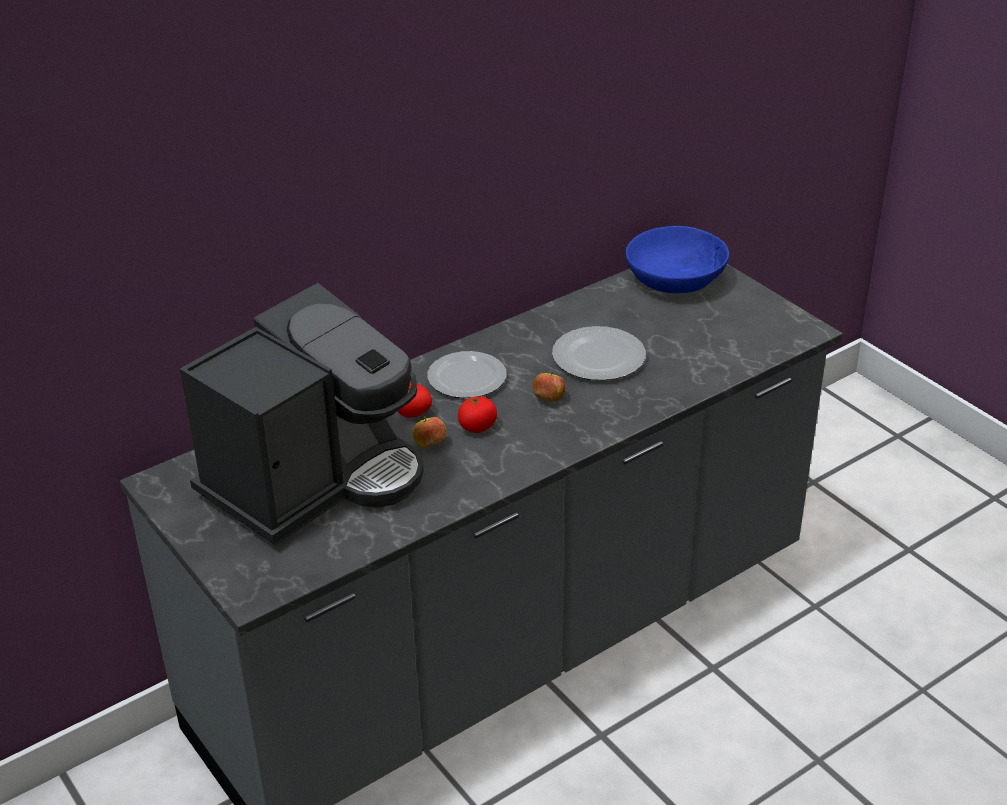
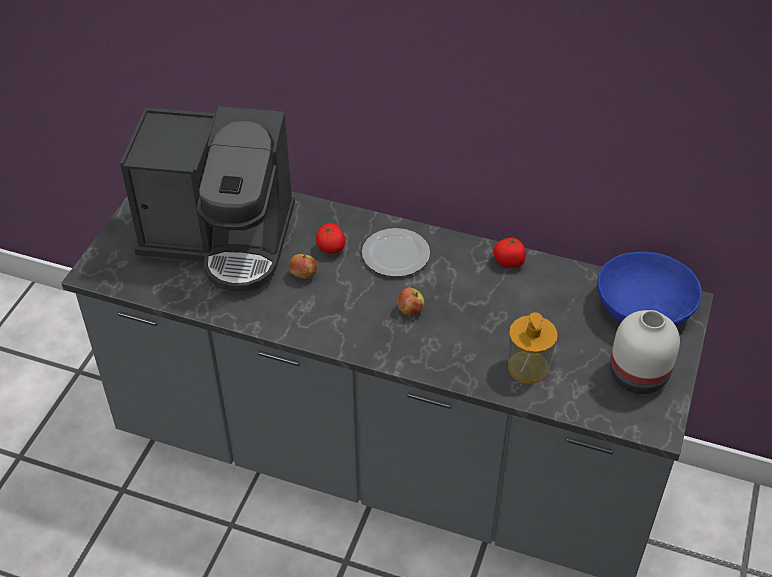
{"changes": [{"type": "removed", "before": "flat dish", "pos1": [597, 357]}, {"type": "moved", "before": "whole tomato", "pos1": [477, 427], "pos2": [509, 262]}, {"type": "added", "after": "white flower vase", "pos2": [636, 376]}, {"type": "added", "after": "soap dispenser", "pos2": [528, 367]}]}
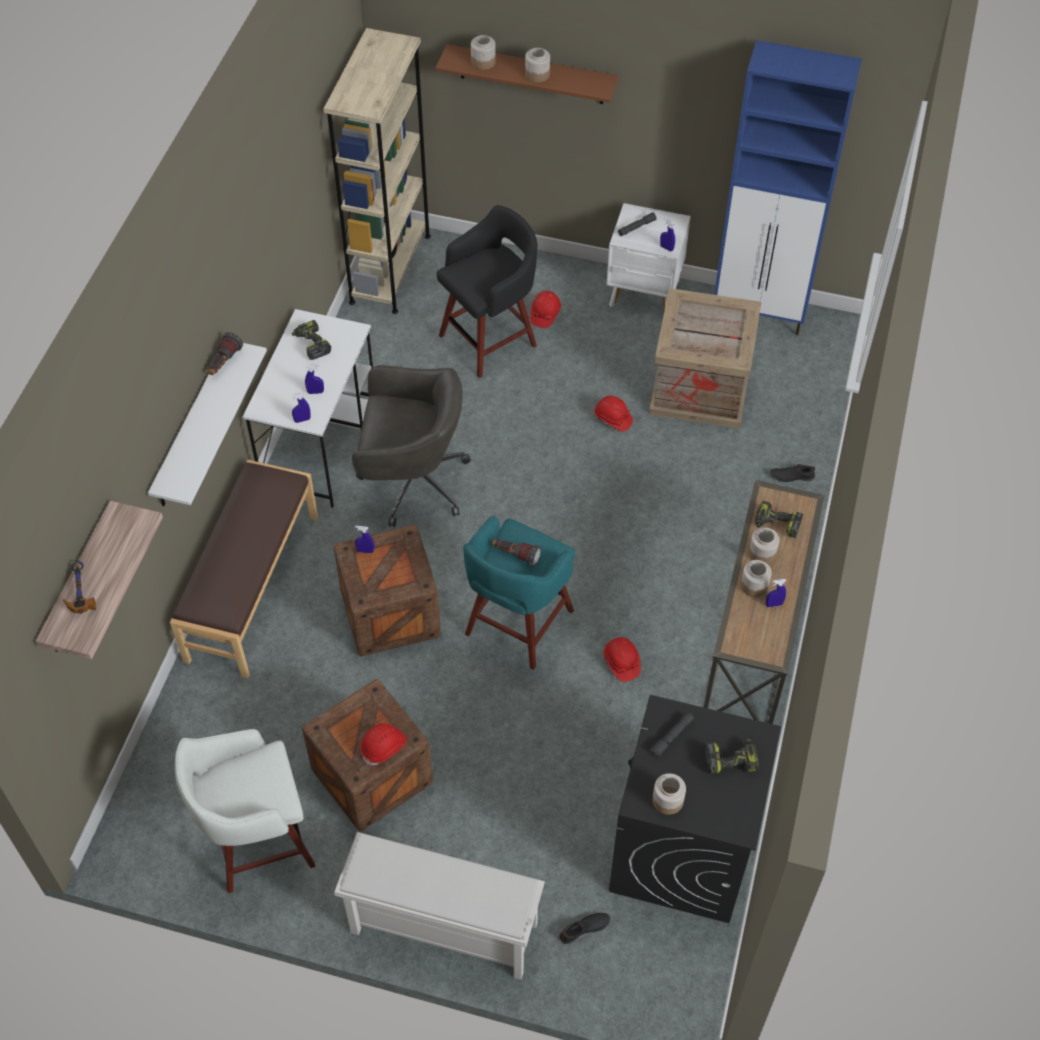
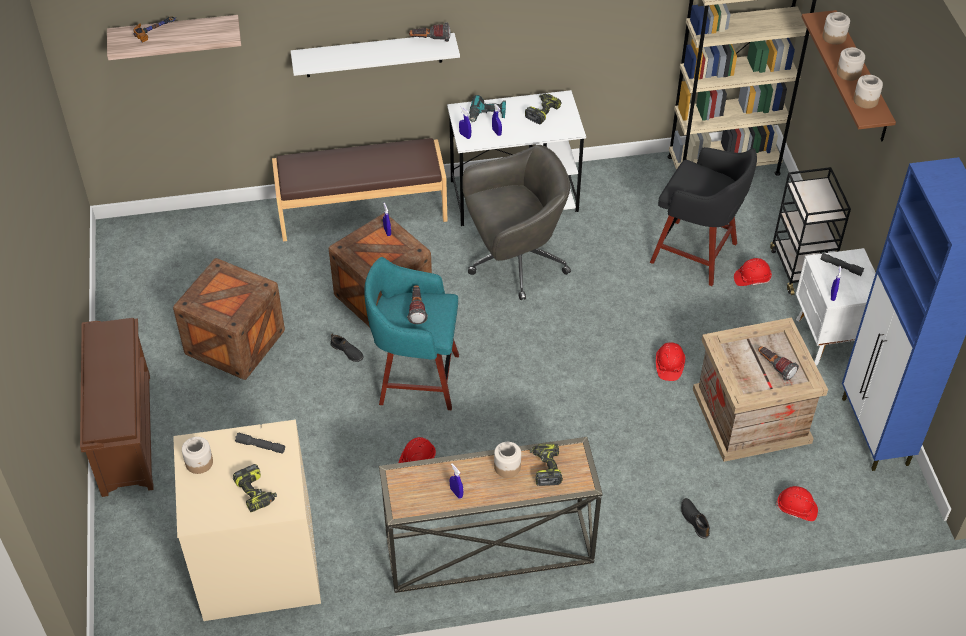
{"changes": [{"type": "turned", "before": "grey computer chair", "pos1": [412, 482], "pos2": [515, 262], "turn": -90}, {"type": "moved", "before": "storage jar", "pos1": [754, 585], "pos2": [865, 100]}, {"type": "recoloured", "before": "black laundry appliance", "after": "sand-coloured laundry appliance", "pos1": [682, 850], "pos2": [257, 565]}, {"type": "moved", "before": "reddish hard hat", "pos1": [383, 747], "pos2": [796, 509]}, {"type": "removed", "before": "white sitting stool", "pos1": [257, 842]}, {"type": "recoloured", "before": "white shoe shelf", "after": "brownish shoe shelf", "pos1": [442, 928], "pos2": [125, 432]}, {"type": "moved", "before": "black shoe", "pos1": [584, 929], "pos2": [347, 352]}, {"type": "added", "after": "power drill", "pos2": [487, 115]}, {"type": "added", "after": "black cart", "pos2": [800, 267]}, {"type": "added", "after": "flashlight", "pos2": [774, 367]}]}
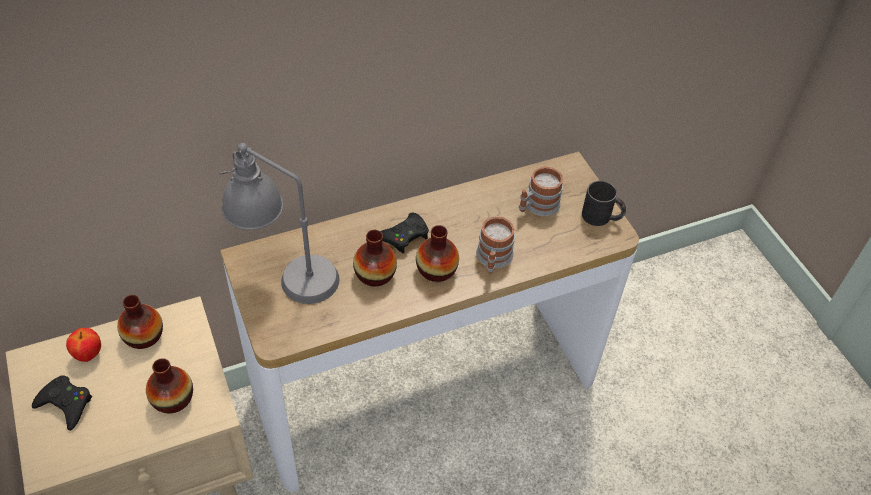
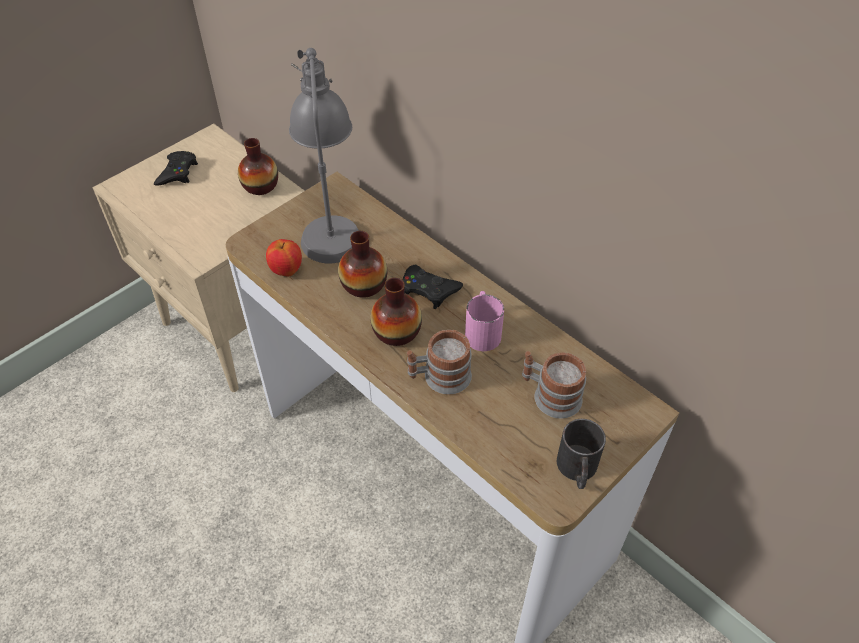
{"changes": [{"type": "moved", "before": "whole apple", "pos1": [88, 354], "pos2": [286, 271]}, {"type": "removed", "before": "flower vase", "pos1": [173, 398]}, {"type": "added", "after": "pinkish mug", "pos2": [482, 330]}]}
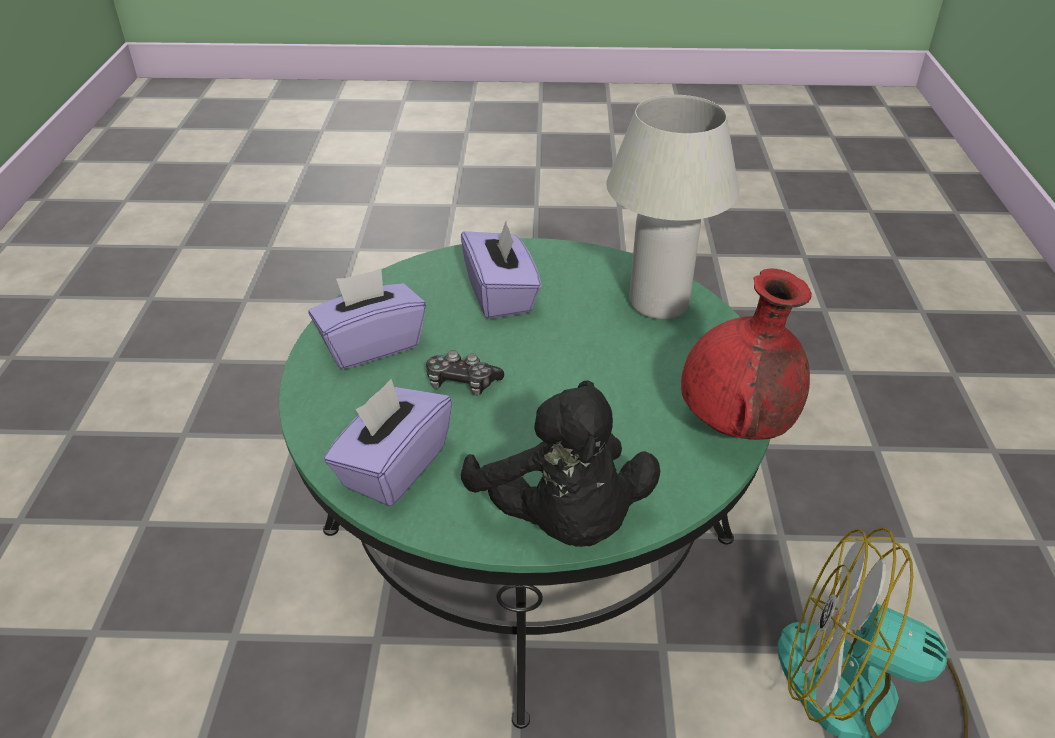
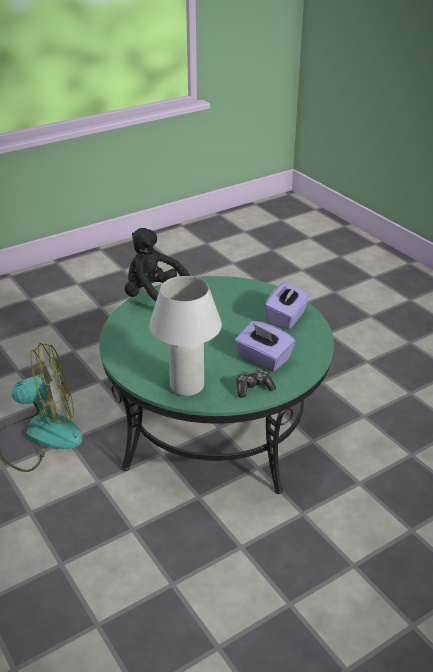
{"changes": [{"type": "removed", "before": "reddish flower vase", "pos1": [736, 427]}, {"type": "moved", "before": "gamepad", "pos1": [462, 382], "pos2": [253, 388]}, {"type": "removed", "before": "purple-coloured box of tissues", "pos1": [393, 467]}]}
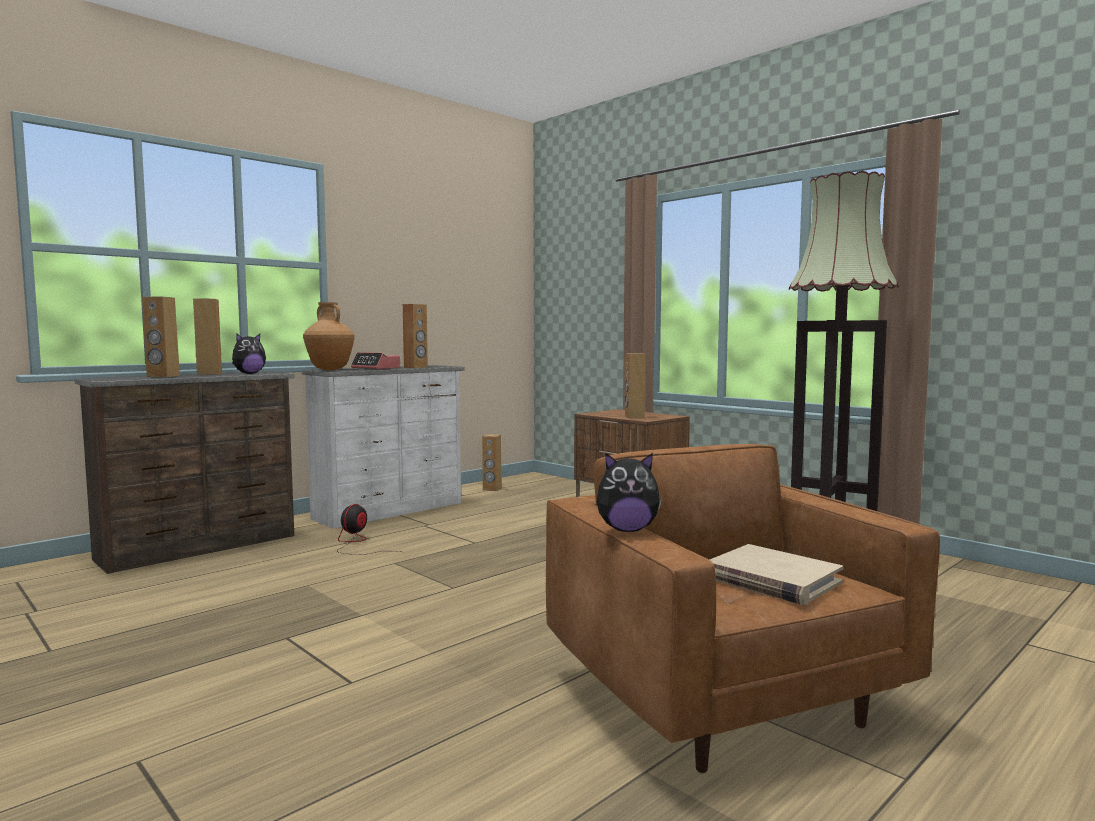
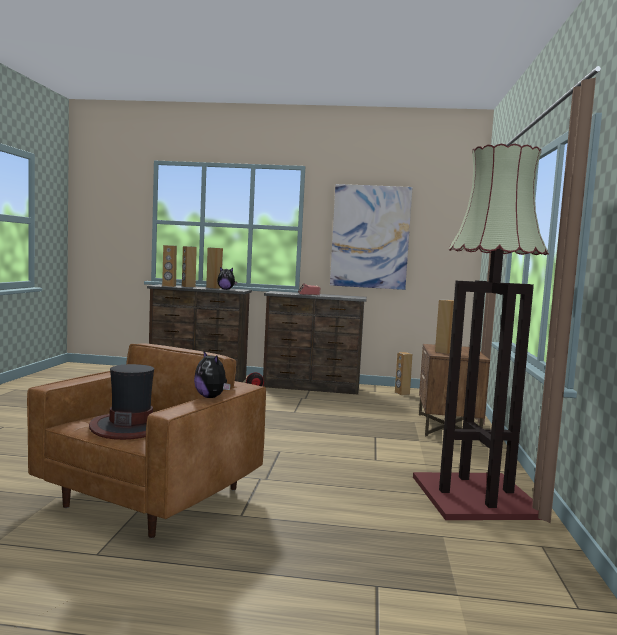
{"changes": [{"type": "removed", "before": "brownish flower vase", "pos1": [330, 369]}, {"type": "moved", "before": "brownish loudspeaker", "pos1": [416, 367], "pos2": [169, 286]}, {"type": "recoloured", "before": "white dresser", "after": "brownish dresser", "pos1": [391, 511], "pos2": [312, 387]}, {"type": "moved", "before": "plush toy", "pos1": [627, 530], "pos2": [211, 397]}, {"type": "replaced", "before": "sand-coloured volume", "after": "wearable hat", "pos1": [772, 580], "pos2": [131, 427]}, {"type": "added", "after": "wall picture", "pos2": [370, 237]}]}
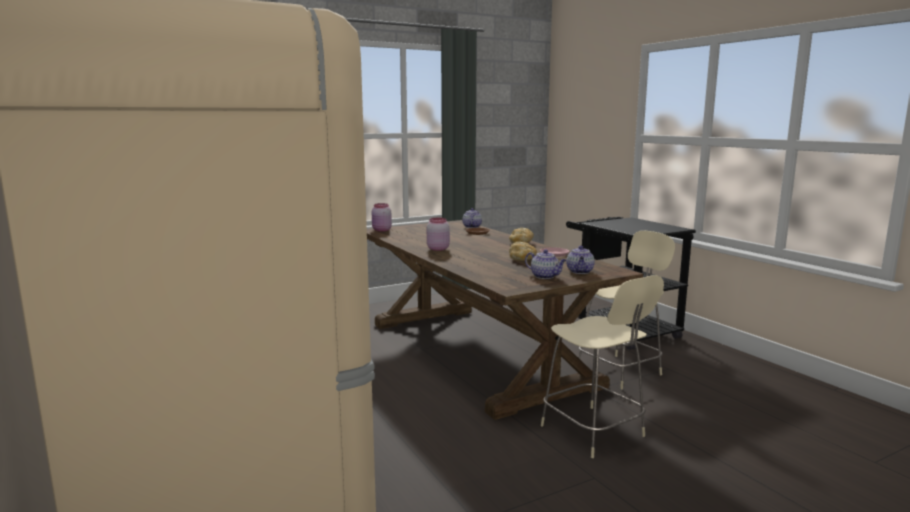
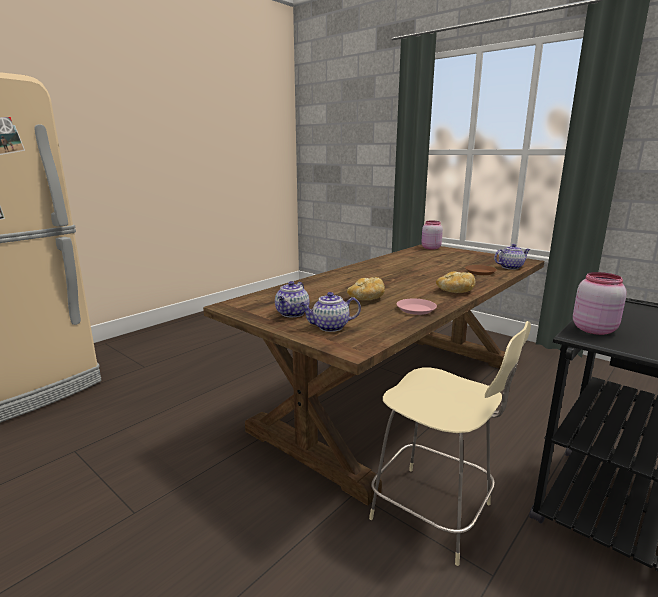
{"changes": [{"type": "moved", "before": "pinkish storage jar", "pos1": [437, 249], "pos2": [593, 329]}, {"type": "removed", "before": "sand-coloured plain chair", "pos1": [594, 432]}]}
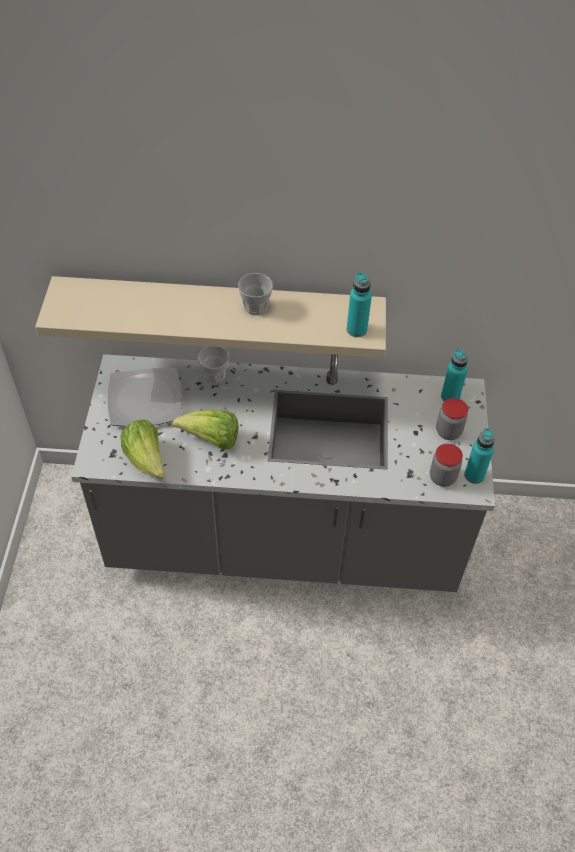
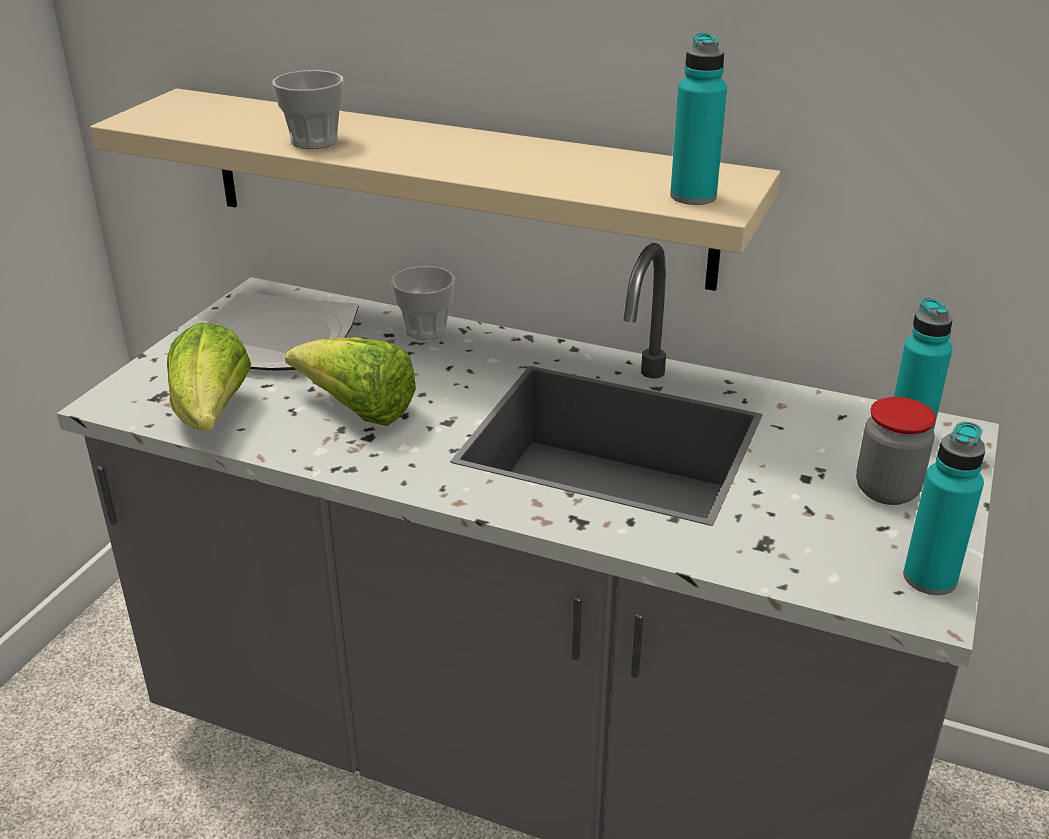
{"changes": [{"type": "moved", "before": "small cup", "pos1": [255, 307], "pos2": [314, 141]}, {"type": "removed", "before": "storage jar", "pos1": [442, 477]}]}
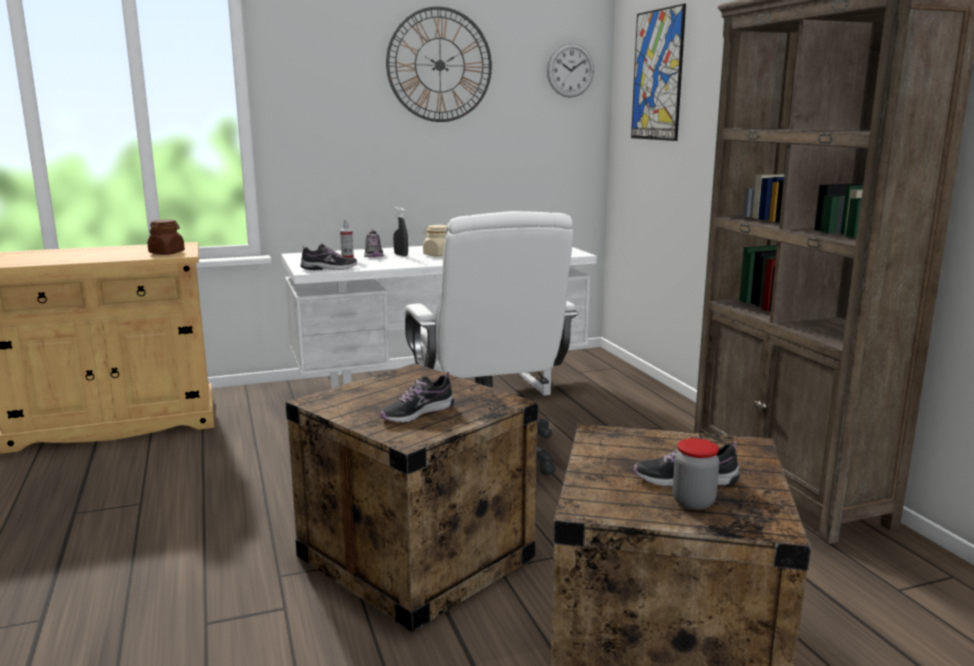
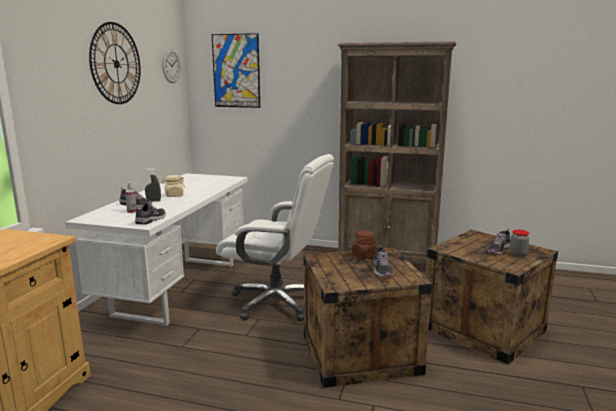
{"changes": [{"type": "moved", "before": "brownish storage jar", "pos1": [167, 253], "pos2": [364, 256]}]}
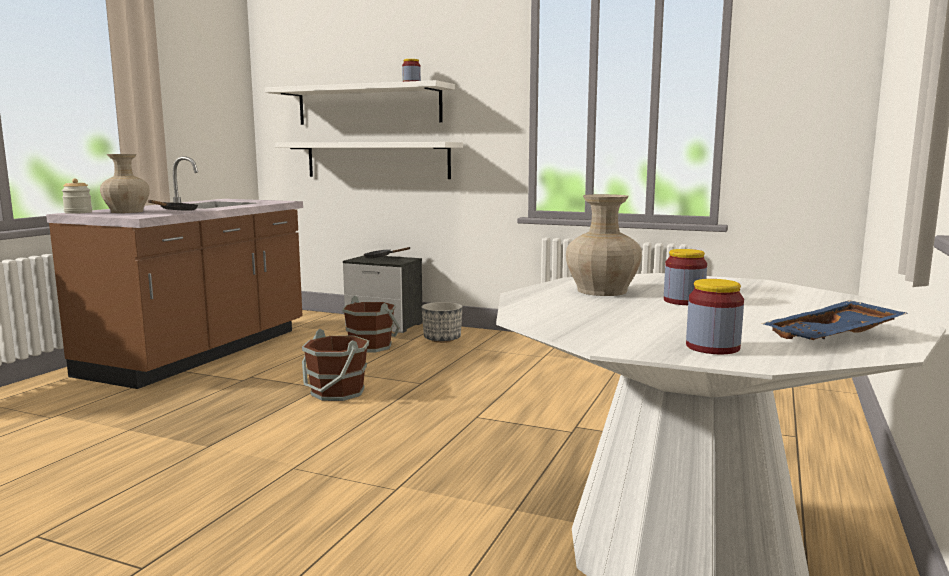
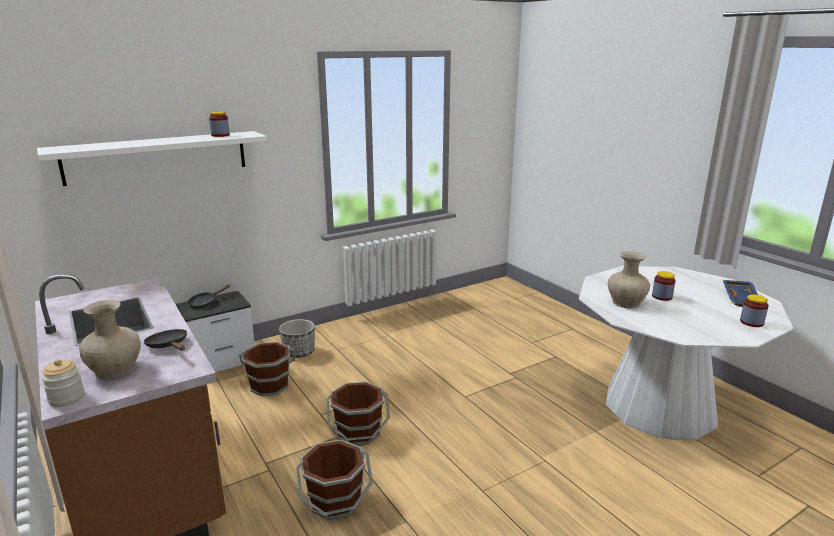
{"changes": [{"type": "removed", "before": "white shelf", "pos1": [377, 160]}, {"type": "added", "after": "brownish water bucket", "pos2": [335, 501]}]}
